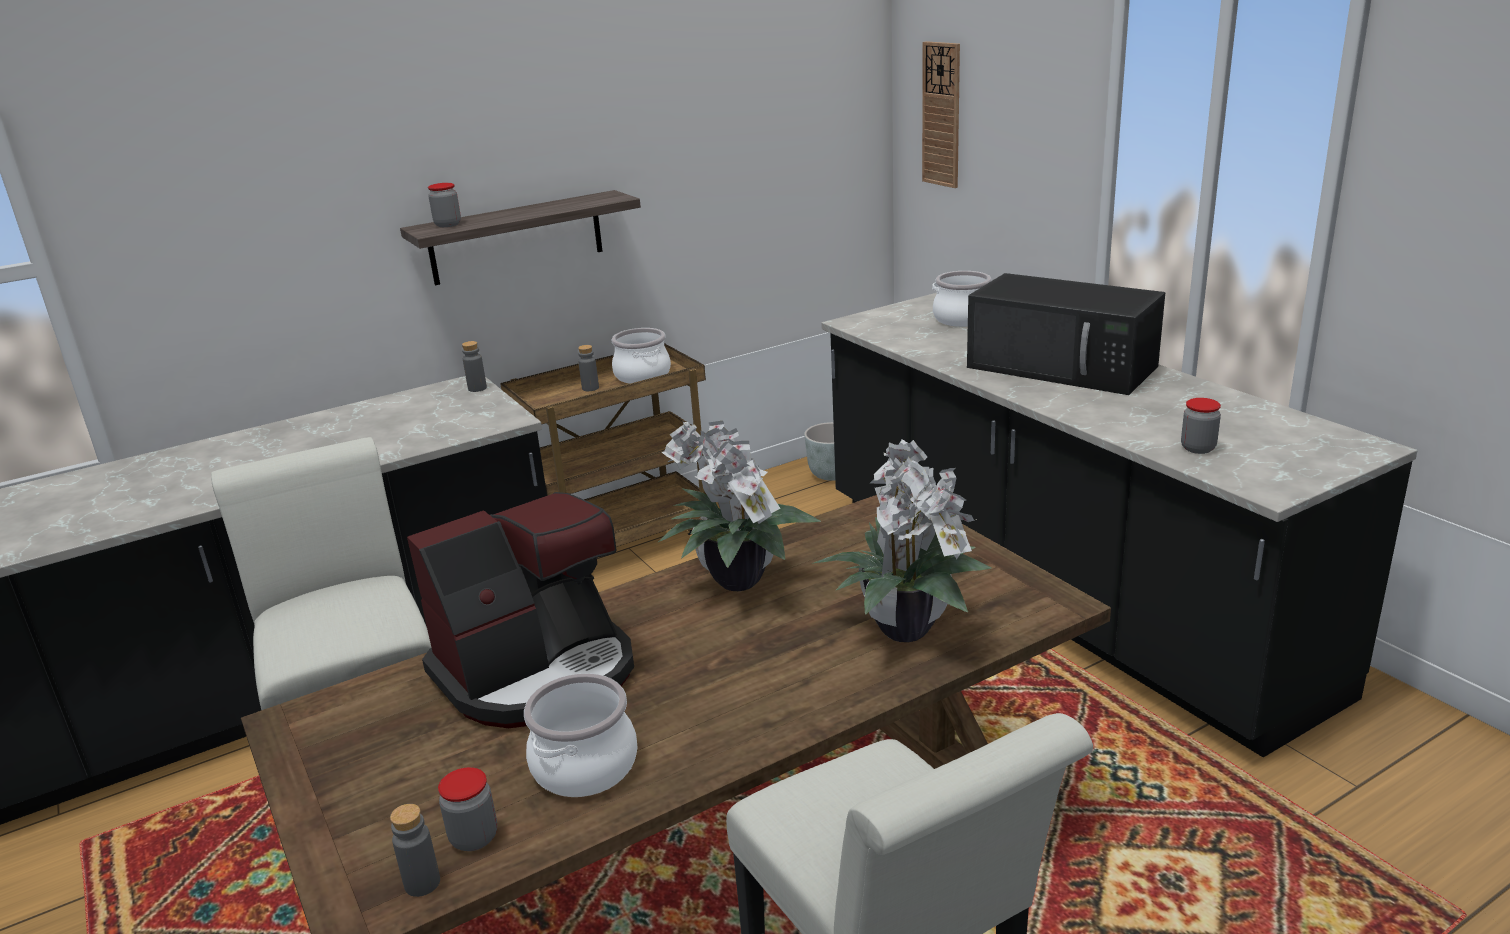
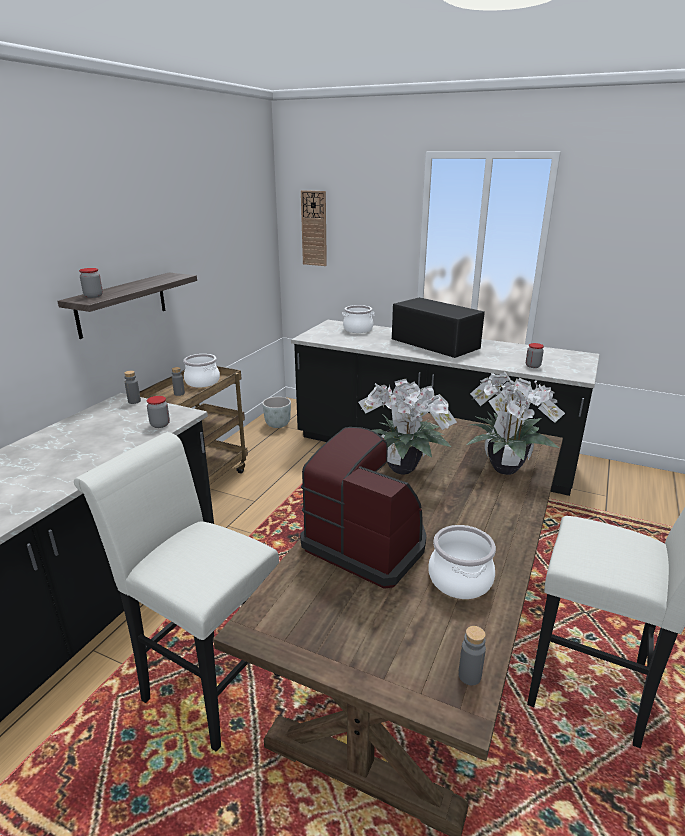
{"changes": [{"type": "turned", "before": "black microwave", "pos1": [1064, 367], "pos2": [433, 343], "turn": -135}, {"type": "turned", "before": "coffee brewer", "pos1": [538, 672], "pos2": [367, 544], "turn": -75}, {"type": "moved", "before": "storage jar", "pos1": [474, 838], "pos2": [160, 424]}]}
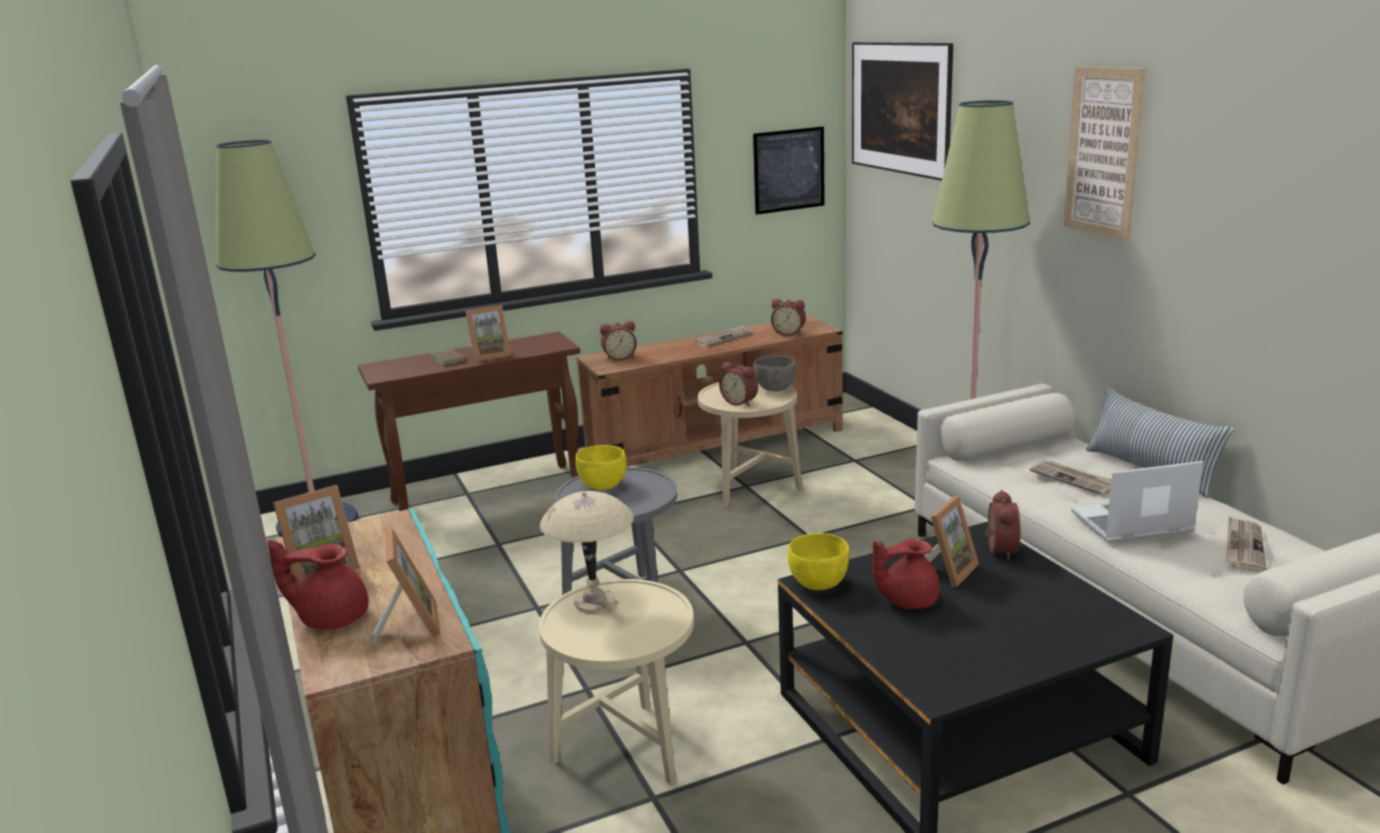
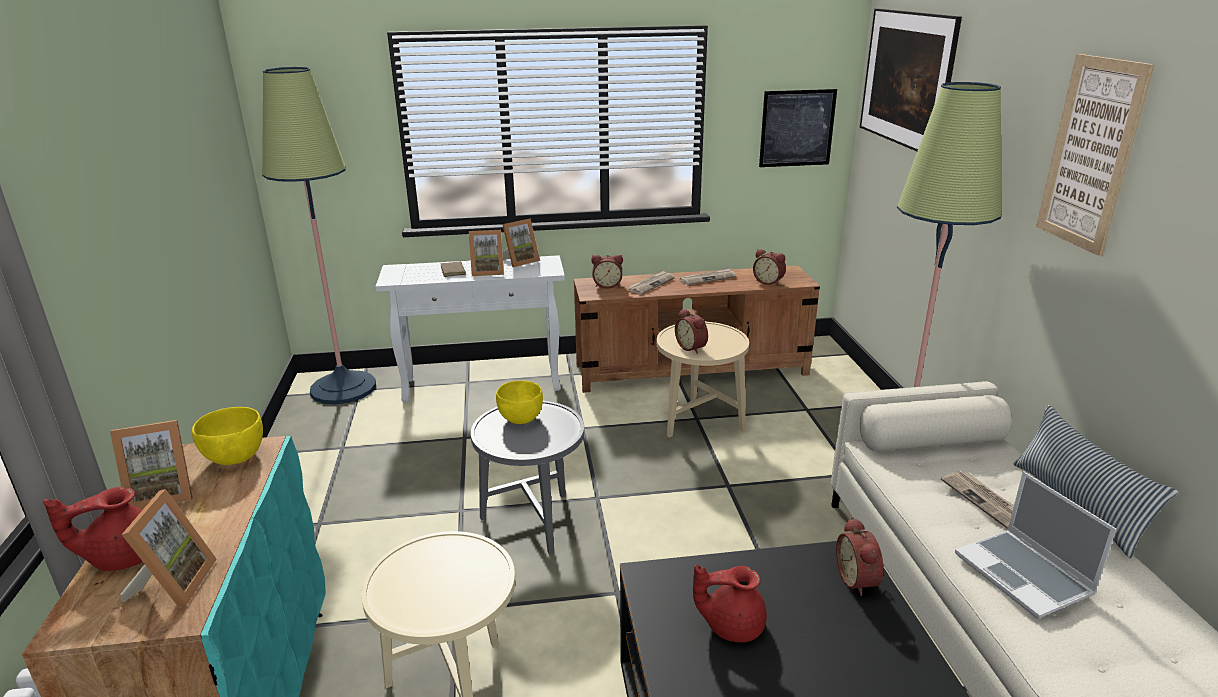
{"changes": [{"type": "recoloured", "before": "brownish console table", "after": "white console table", "pos1": [489, 493], "pos2": [483, 384]}, {"type": "removed", "before": "grey serving bowl", "pos1": [774, 389]}, {"type": "turned", "before": "notebook computer", "pos1": [1131, 524], "pos2": [1025, 575], "turn": -120}, {"type": "turned", "before": "alarm clock", "pos1": [998, 550], "pos2": [859, 580], "turn": 150}, {"type": "removed", "before": "sand-coloured tabletop lamp", "pos1": [594, 601]}, {"type": "moved", "before": "standing frame", "pos1": [947, 571], "pos2": [520, 261]}, {"type": "moved", "before": "daily paper", "pos1": [1243, 547], "pos2": [651, 284]}, {"type": "moved", "before": "yellow-coloured serving bowl", "pos1": [818, 584], "pos2": [234, 458]}, {"type": "turned", "before": "reddish tea pot", "pos1": [331, 617], "pos2": [123, 556], "turn": -45}]}
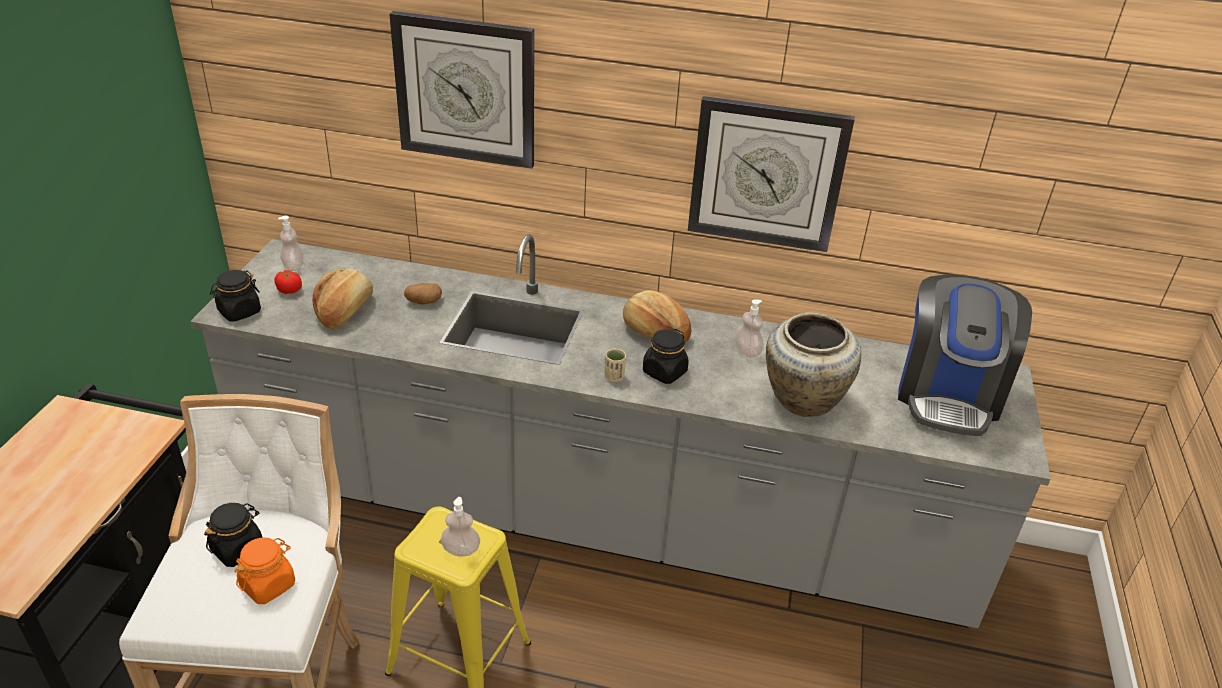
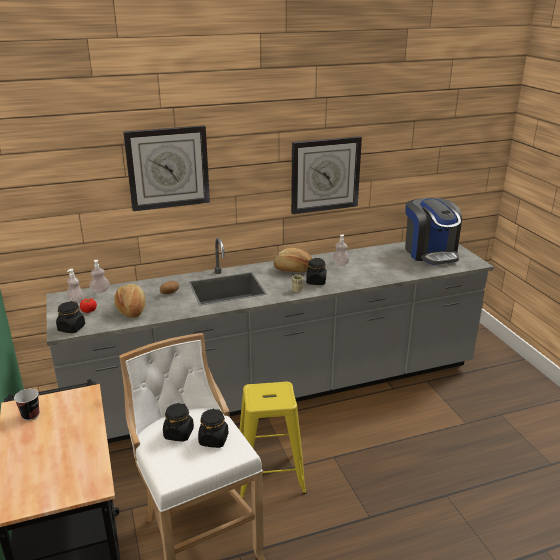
{"changes": [{"type": "removed", "before": "sand-coloured flower vase", "pos1": [801, 400]}, {"type": "moved", "before": "soap dispenser", "pos1": [461, 550], "pos2": [100, 291]}, {"type": "recoloured", "before": "orange storage jar", "after": "black storage jar", "pos1": [268, 585], "pos2": [213, 439]}, {"type": "added", "after": "small cup", "pos2": [31, 415]}]}
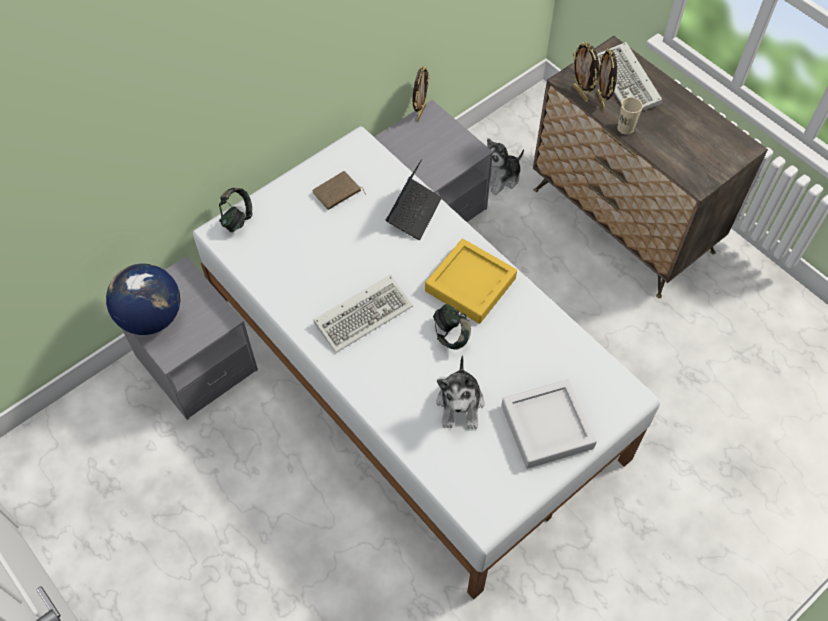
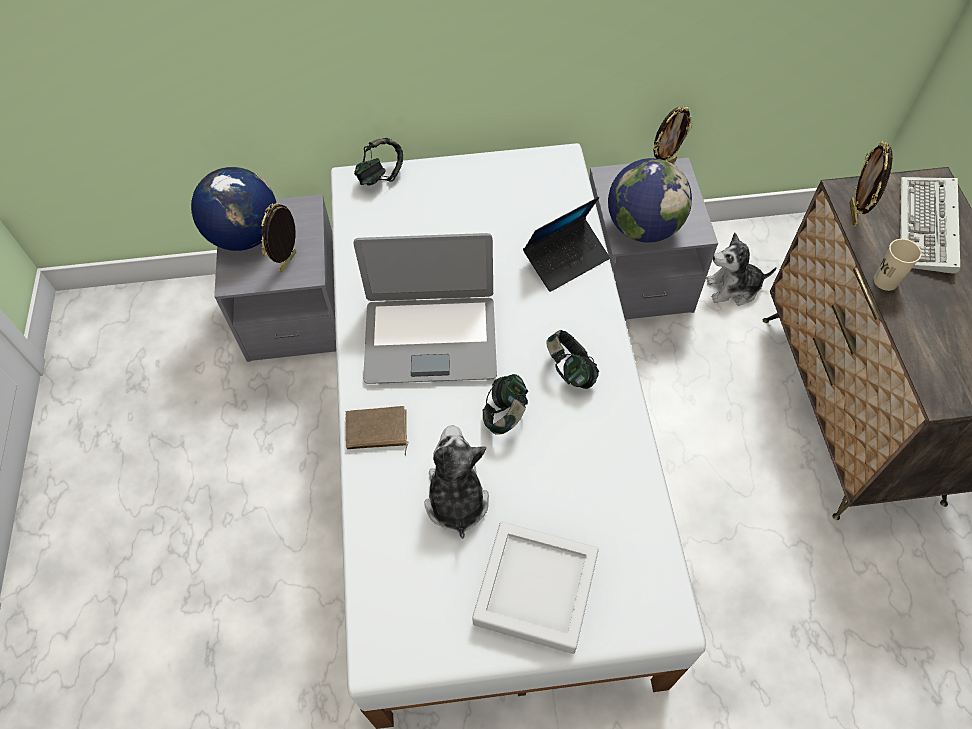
{"changes": [{"type": "moved", "before": "standing frame", "pos1": [601, 101], "pos2": [289, 262]}, {"type": "moved", "before": "brownish volume", "pos1": [337, 193], "pos2": [376, 432]}, {"type": "replaced", "before": "yellow-coloured serving tray", "after": "pair of headphones", "pos1": [470, 284], "pos2": [570, 370]}, {"type": "replaced", "before": "computer keyboard", "after": "notebook computer", "pos1": [364, 313], "pos2": [430, 338]}, {"type": "turned", "before": "plush toy", "pos1": [460, 404], "pos2": [456, 499], "turn": 135}, {"type": "added", "after": "globe", "pos2": [643, 228]}]}
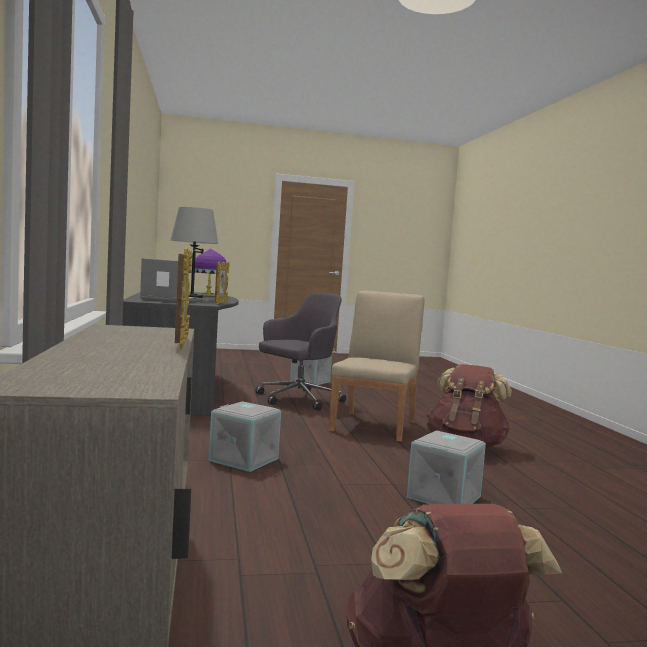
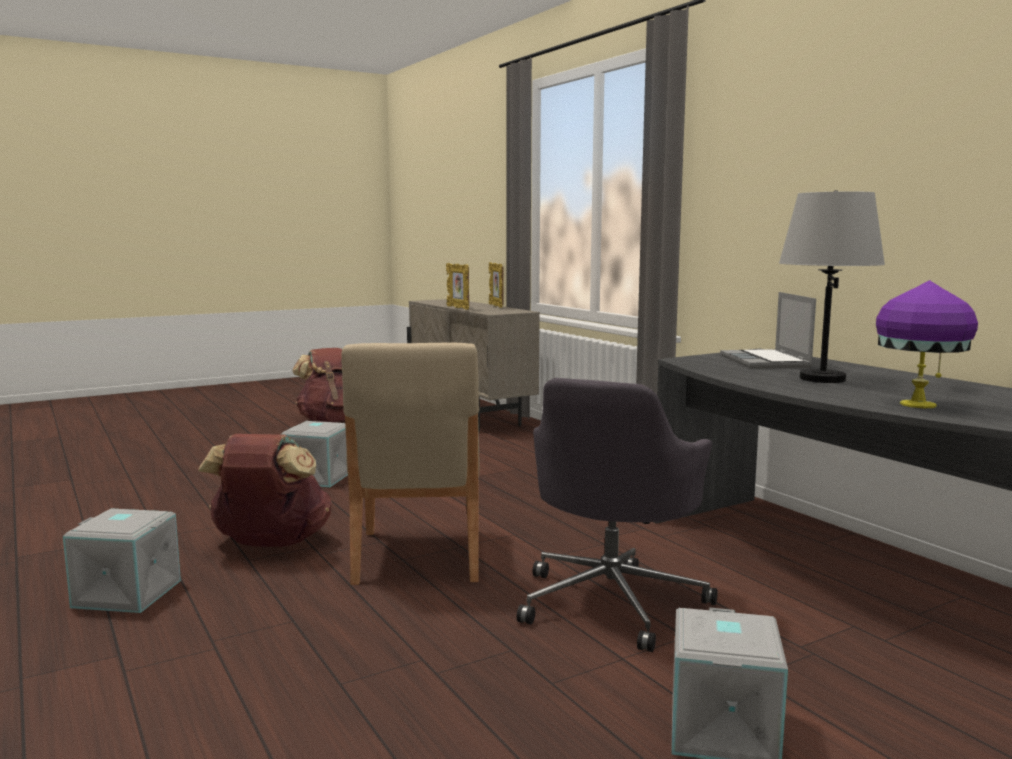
{"changes": [{"type": "turned", "before": "notebook computer", "pos1": [170, 300], "pos2": [766, 361], "turn": 90}, {"type": "moved", "before": "standing frame", "pos1": [220, 303], "pos2": [496, 306]}, {"type": "moved", "before": "grey storage container", "pos1": [245, 459], "pos2": [125, 594]}]}
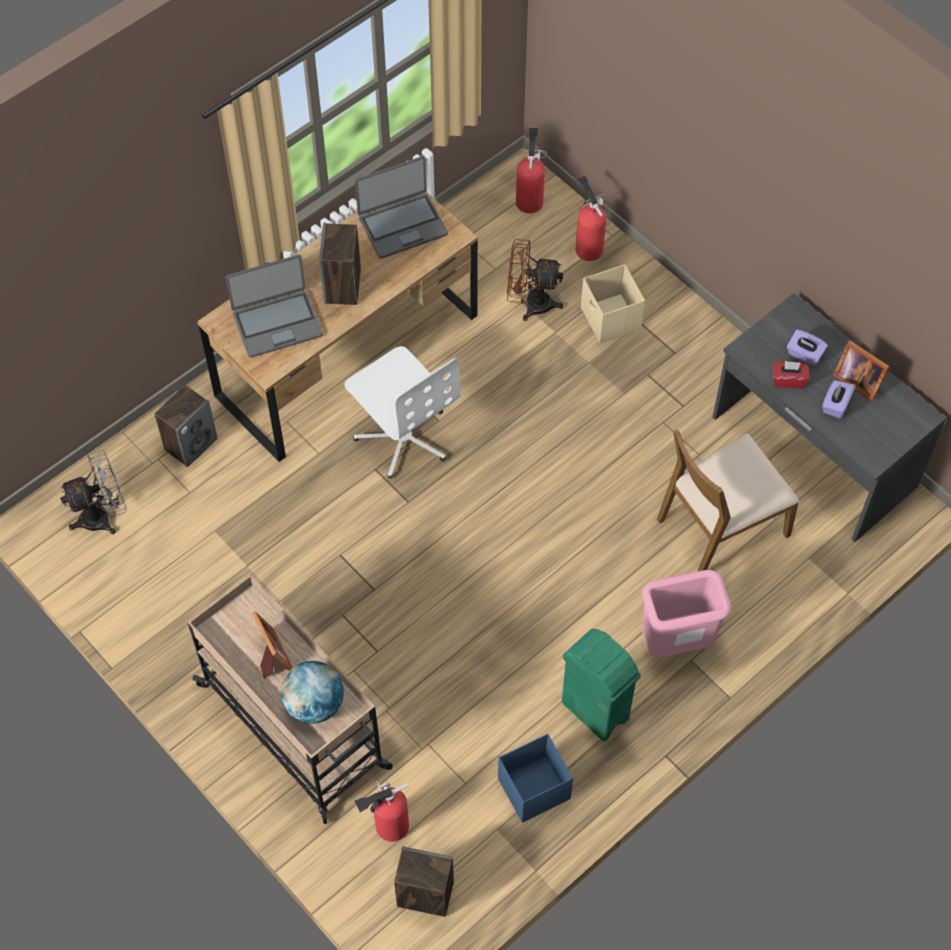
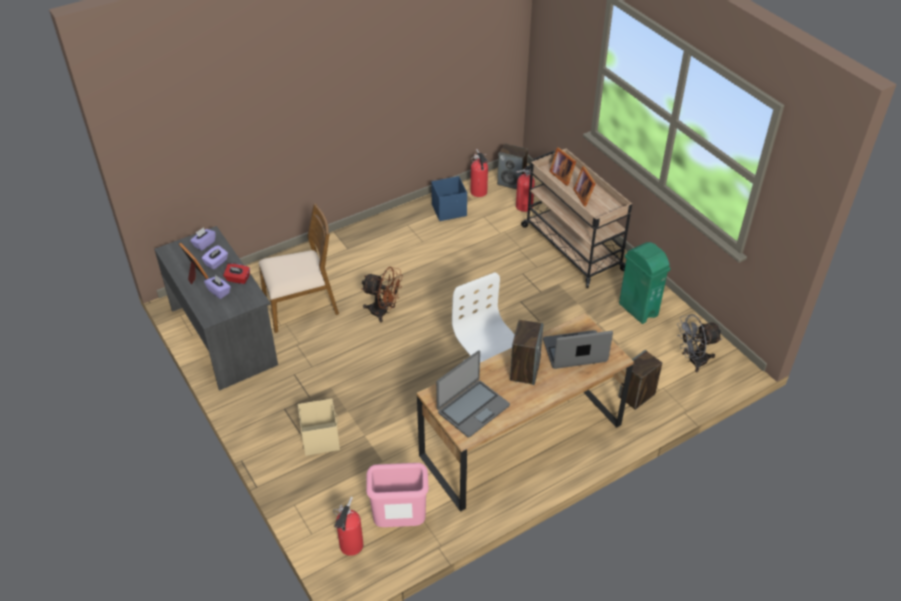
{"changes": [{"type": "turned", "before": "notebook computer", "pos1": [402, 225], "pos2": [472, 408], "turn": 150}, {"type": "moved", "before": "fire-fighting cylinder", "pos1": [588, 247], "pos2": [479, 193]}, {"type": "moved", "before": "brownish cooling fan", "pos1": [530, 303], "pos2": [383, 312]}, {"type": "moved", "before": "pinkish waste bin", "pos1": [677, 642], "pos2": [399, 523]}, {"type": "moved", "before": "green waste bin", "pos1": [595, 711], "pos2": [638, 309]}, {"type": "replaced", "before": "globe", "after": "standing frame", "pos1": [314, 704], "pos2": [562, 176]}, {"type": "added", "after": "purple-coloured box of tissues", "pos2": [204, 244]}]}
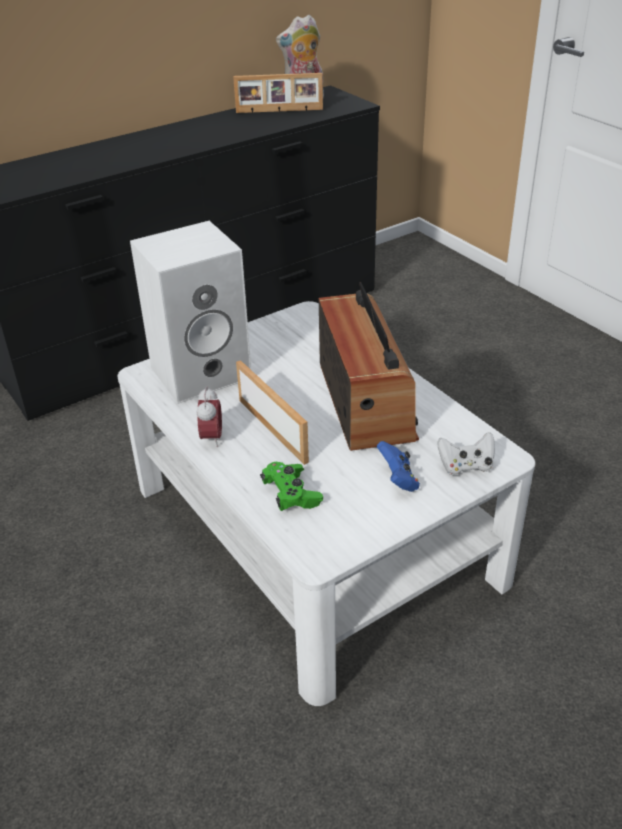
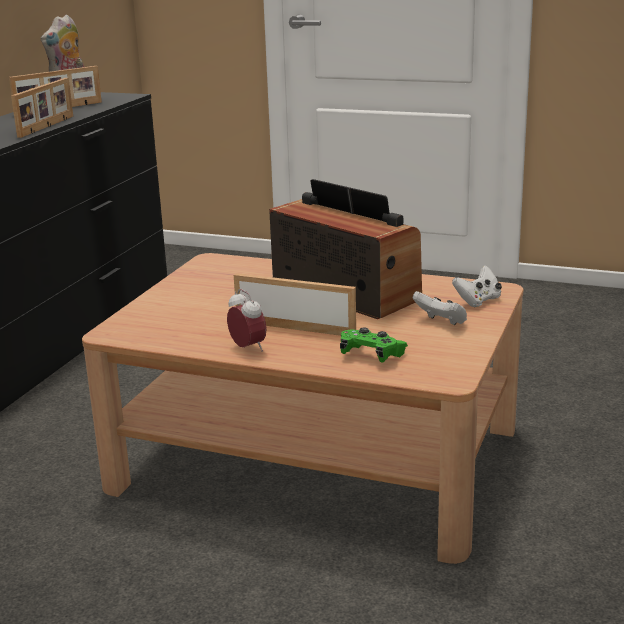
{"changes": [{"type": "removed", "before": "white loudspeaker", "pos1": [202, 371]}, {"type": "recoloured", "before": "white lounge table", "after": "brownish lounge table", "pos1": [313, 532], "pos2": [316, 458]}, {"type": "recoloured", "before": "bluish gamepad", "after": "white gamepad", "pos1": [398, 480], "pos2": [441, 322]}, {"type": "added", "after": "standing frame", "pos2": [48, 126]}]}
